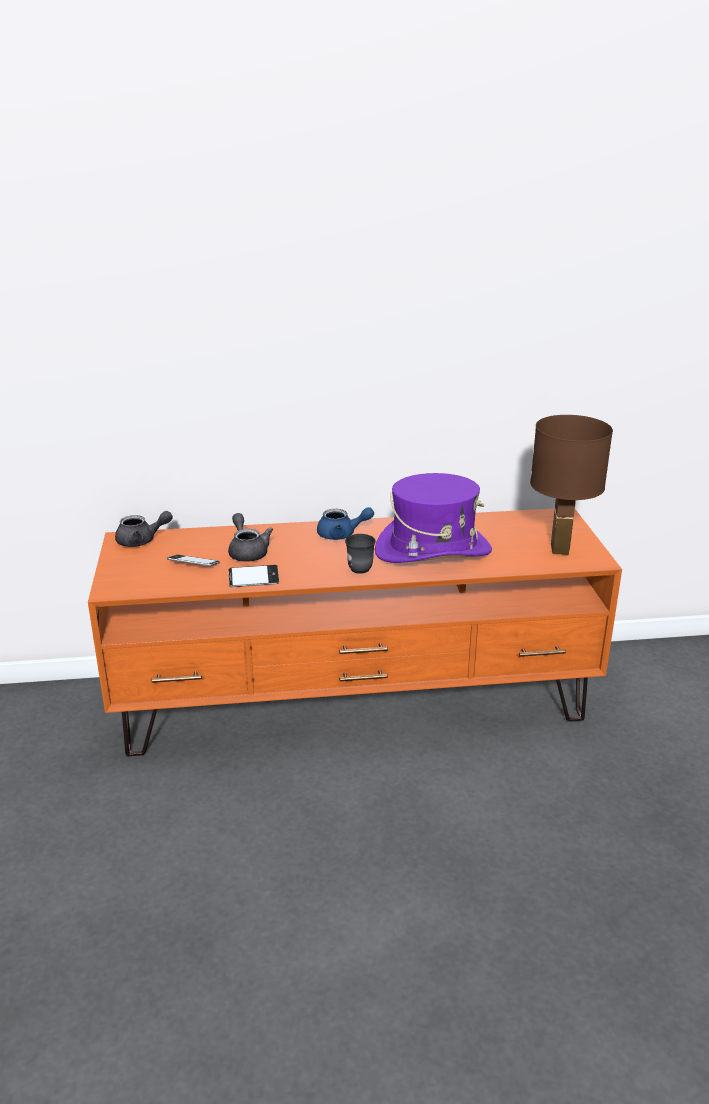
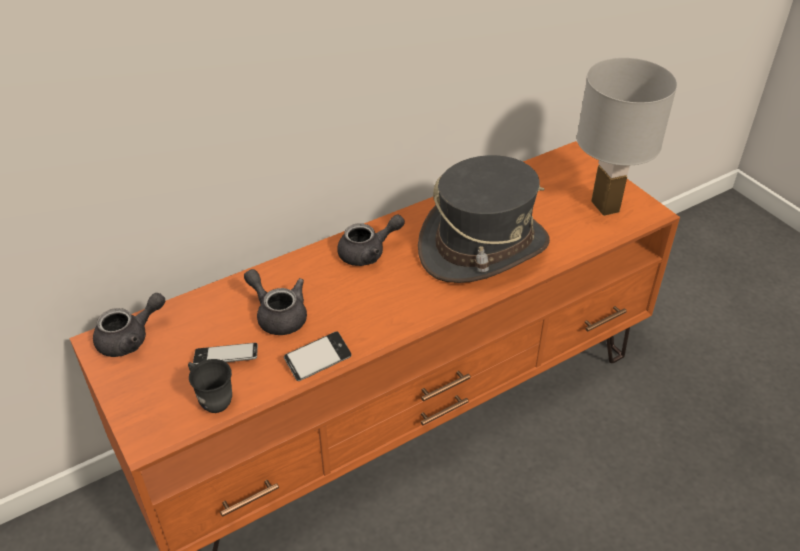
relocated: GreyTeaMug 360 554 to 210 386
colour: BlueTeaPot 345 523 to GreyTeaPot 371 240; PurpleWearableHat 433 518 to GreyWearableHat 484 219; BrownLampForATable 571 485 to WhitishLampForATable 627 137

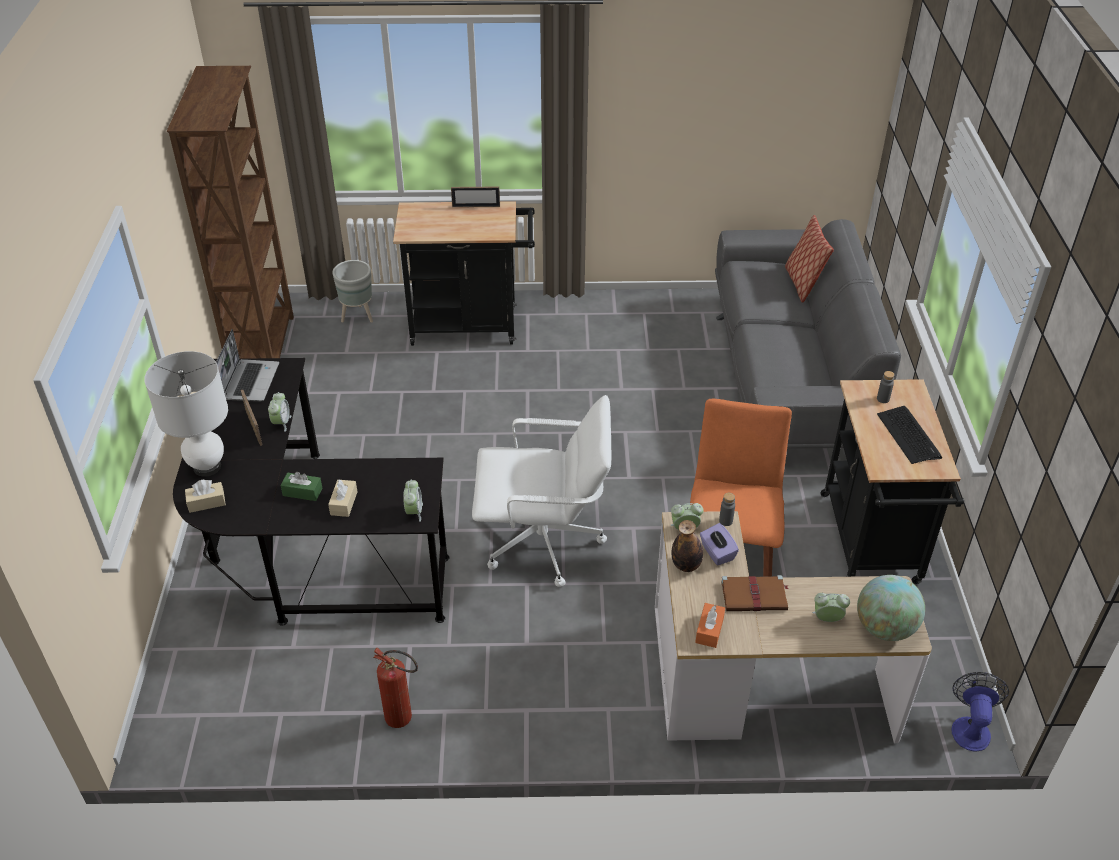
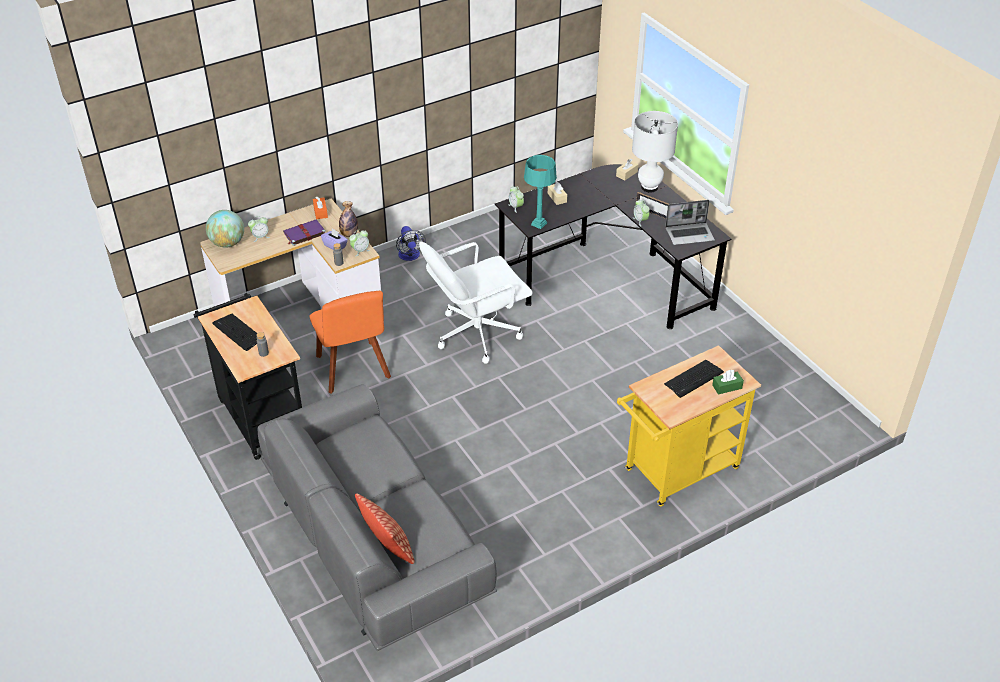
missing: BrownBookshelf 230 212; GreyPlanter 352 291; FireFightingCylinder 395 688; StandingFrame 475 196
appeared: BlueGreenLampForATable 540 192; PcKeyboard 694 379
relocated: GreenTissueBox 301 486 to 728 382; CoolingFan 980 711 to 411 243
colour: BlackWheeledCart 464 273 to YellowishWheeledCart 689 426; BrownBook 755 593 to PurpleBook 304 233
spun: PortableComputer 247 365 = 690 222 75 degrees counterclockwise

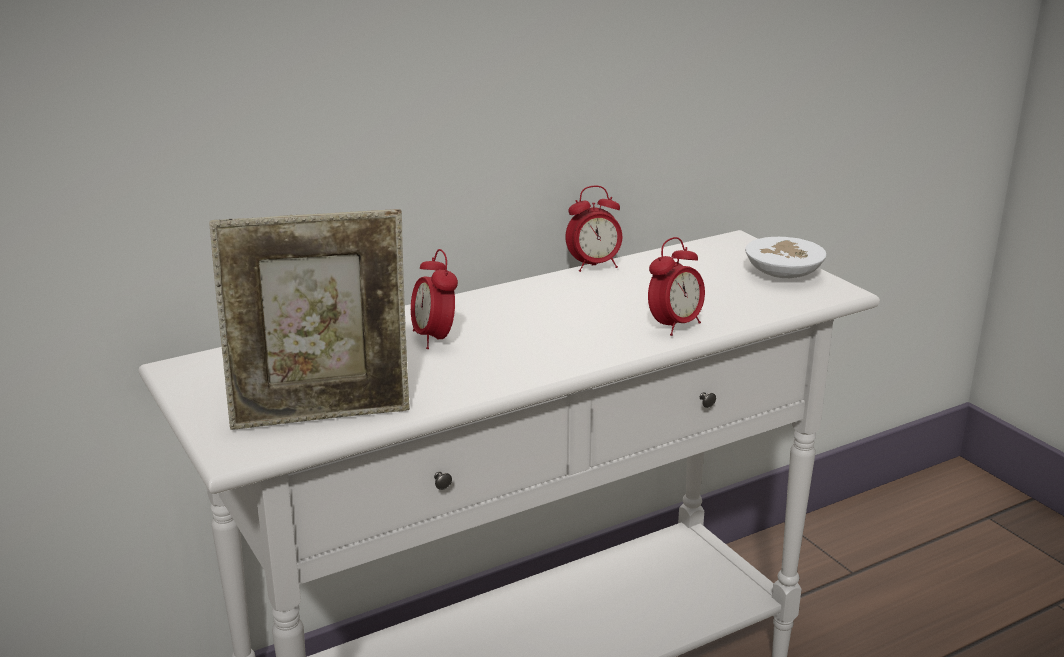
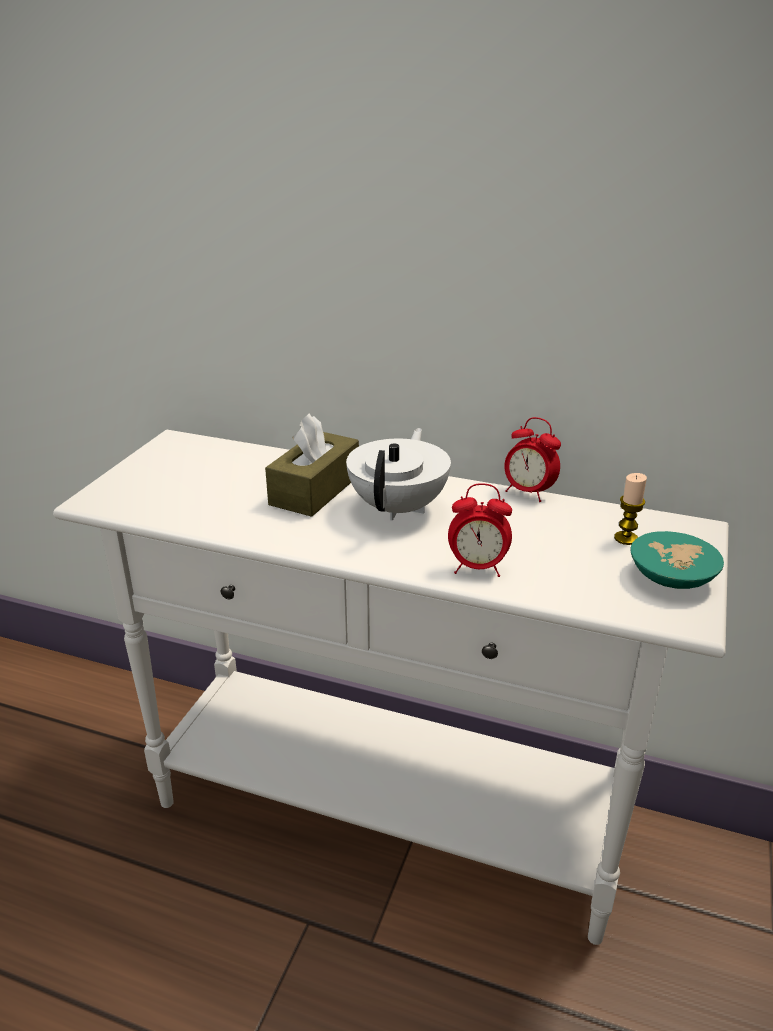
missing: StandingFrame 309 319
appeared: WhitishTeaPot 398 474; WaxLight 630 509
exchanged: AlarmClock 434 299 to BrownTissueBox 312 465
colour: WhitishDeepDish 785 257 to BlueGreenDeepDish 677 560

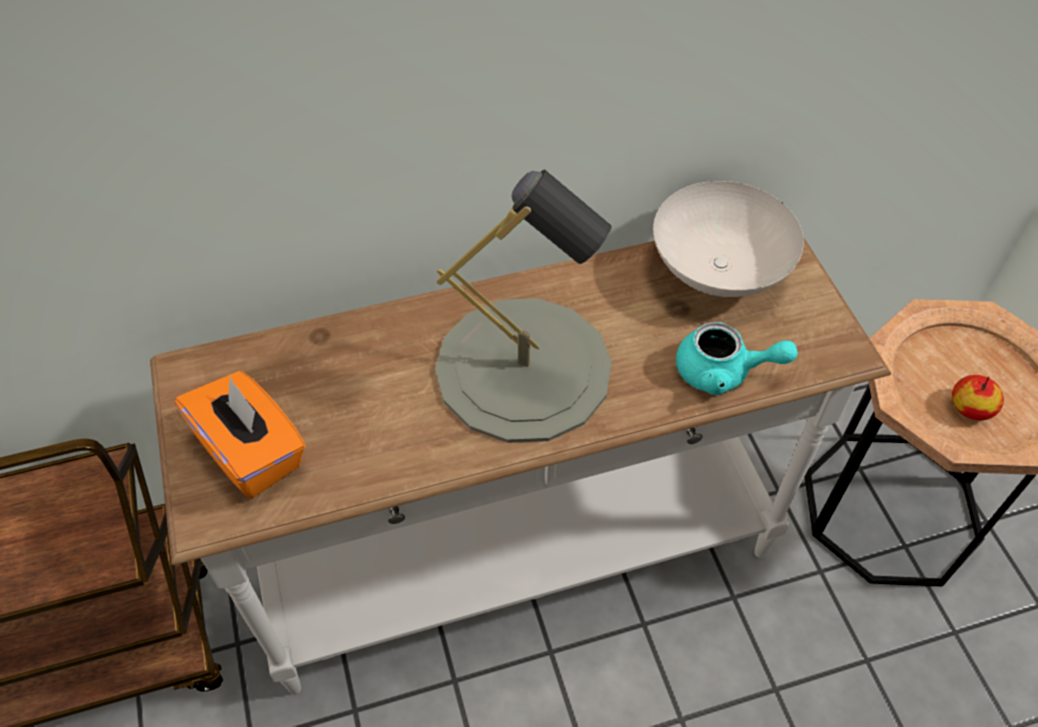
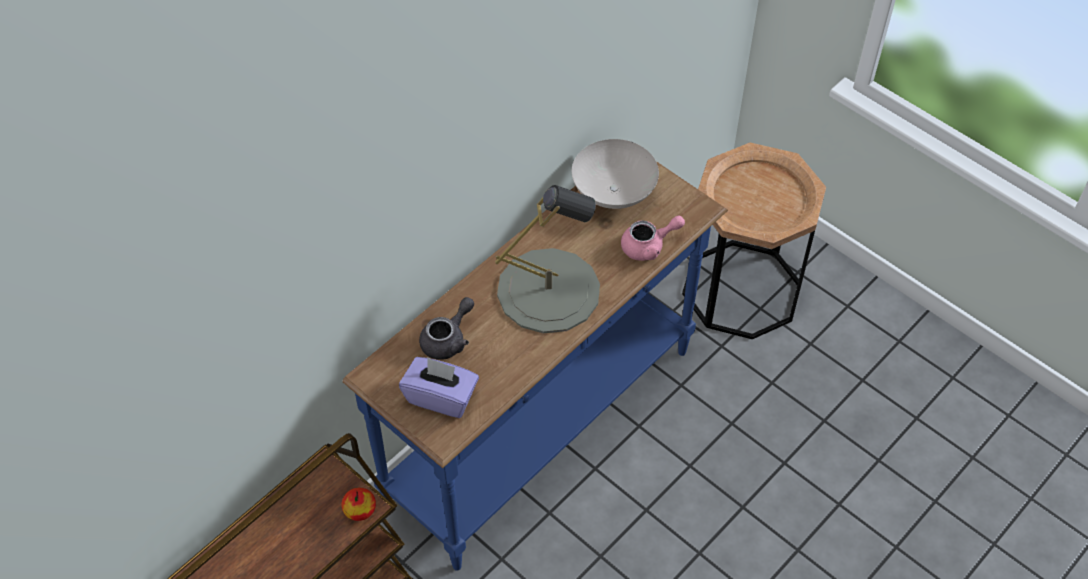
appeared: GreyTeaPot 446 328
relocated: WholeApple 978 397 to 359 504
colour: WhitishNarrowTable 520 466 to BlueNarrowTable 535 366; OrangeyTissueBox 240 434 to PurpleTissueBox 439 387; BlueGreenTeaPot 737 358 to PinkColouredTeaPot 653 238

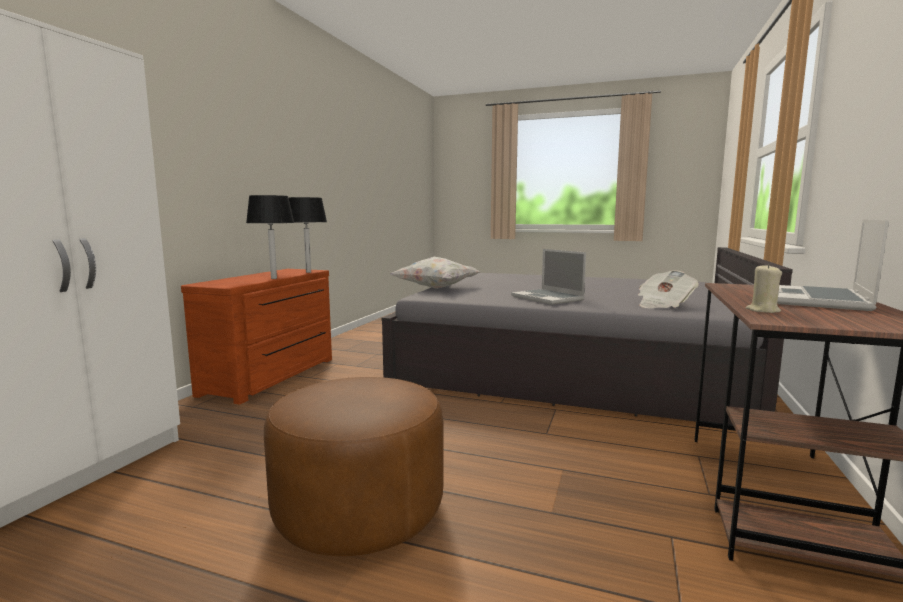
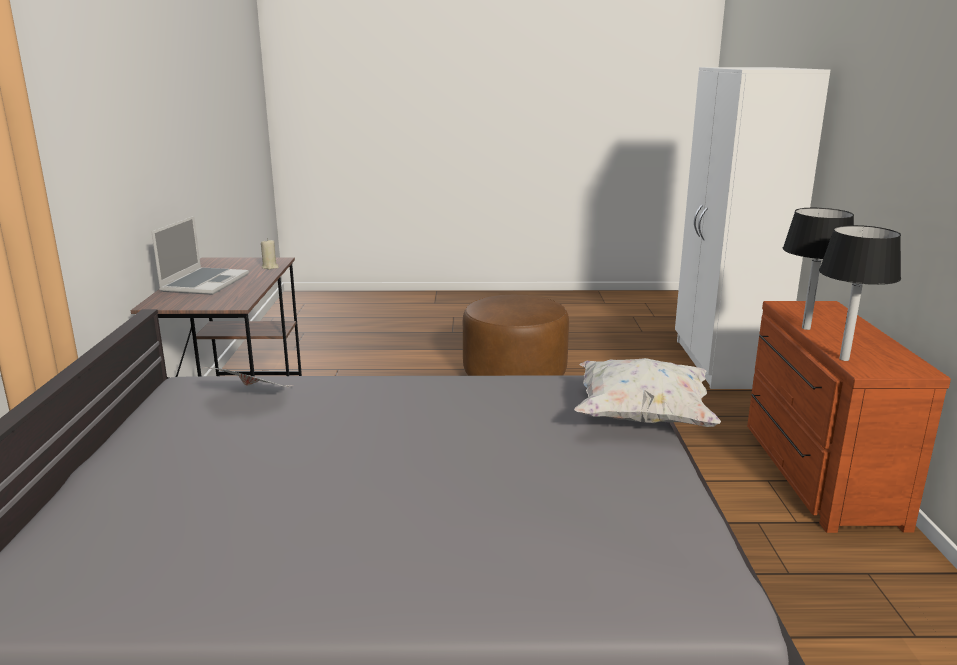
missing: PortableComputer 548 277

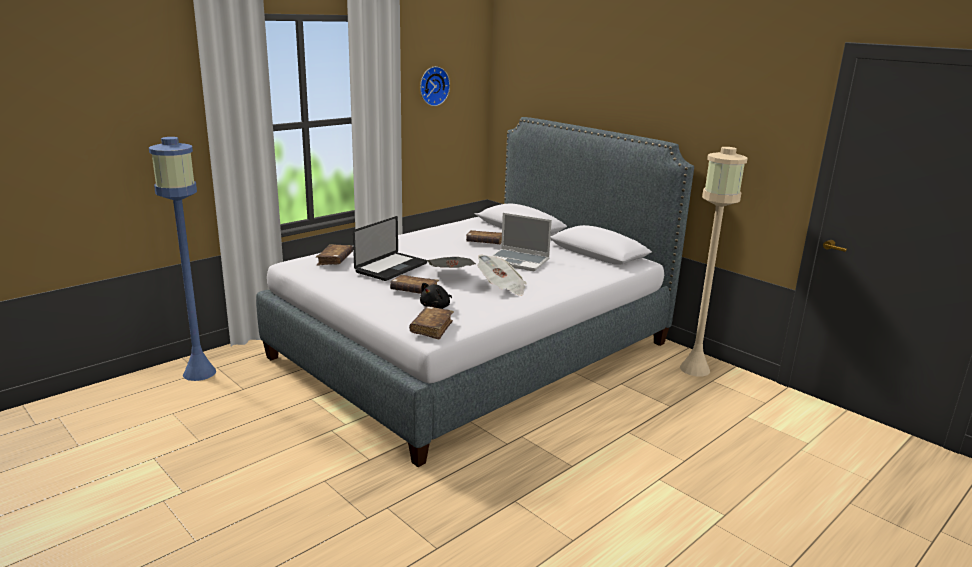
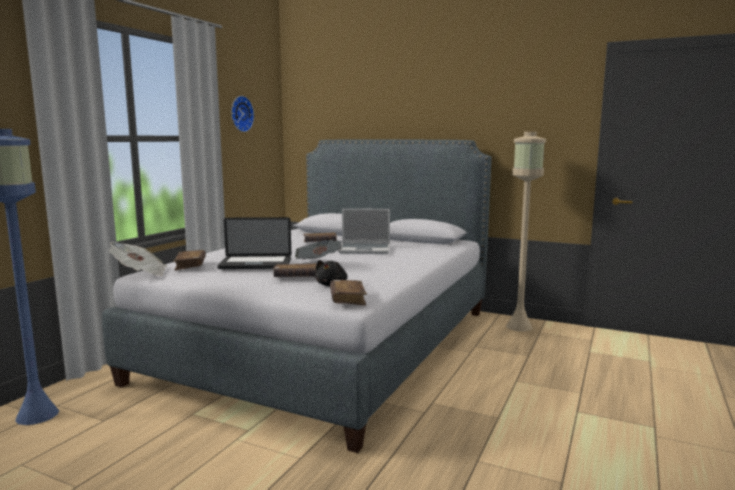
relocated: PrintedPaper 502 275 to 138 259
spun: PortableComputer 390 248 = 254 243 75 degrees clockwise

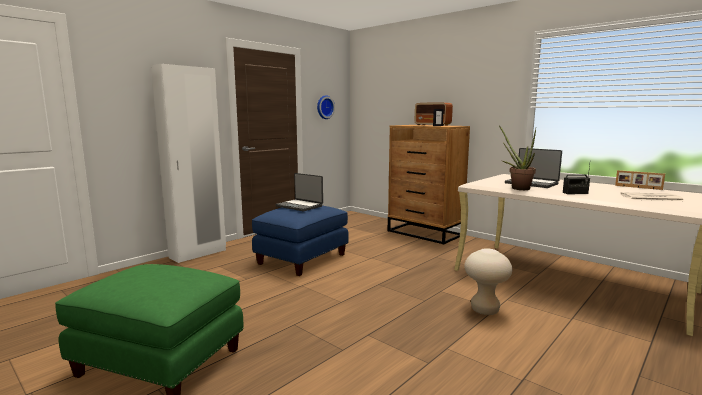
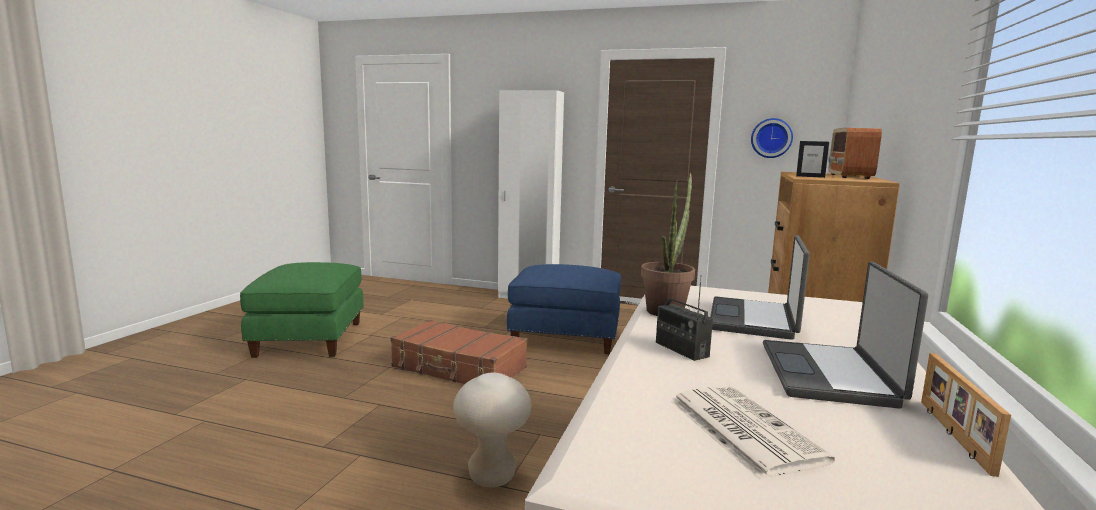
appeared: BrownTravelCase 458 352
relocated: PortableComputer 299 192 to 845 335

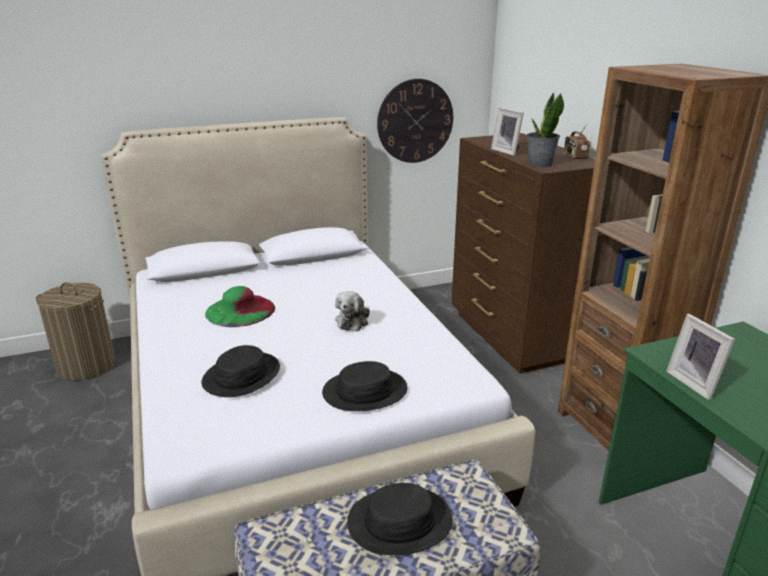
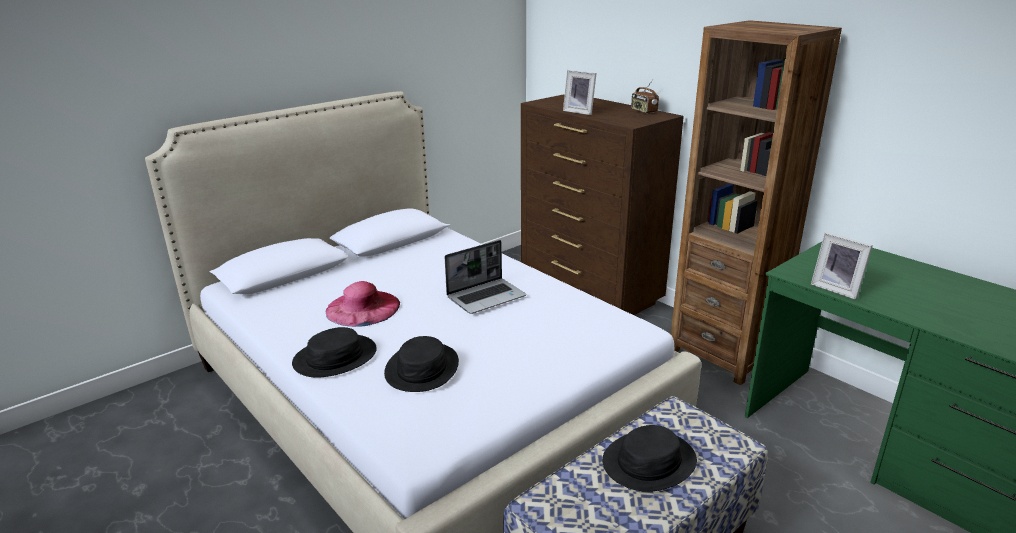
missing: LaundryBasket 75 331; ClockOnTheWall 415 121; PottedPlant 545 129
relocated: BlackWearableHat 364 386 to 334 352
exchanged: SoftToy 352 311 to PortableComputer 485 277
colour: GreenWearableHat 240 306 to PinkColouredWearableHat 363 304

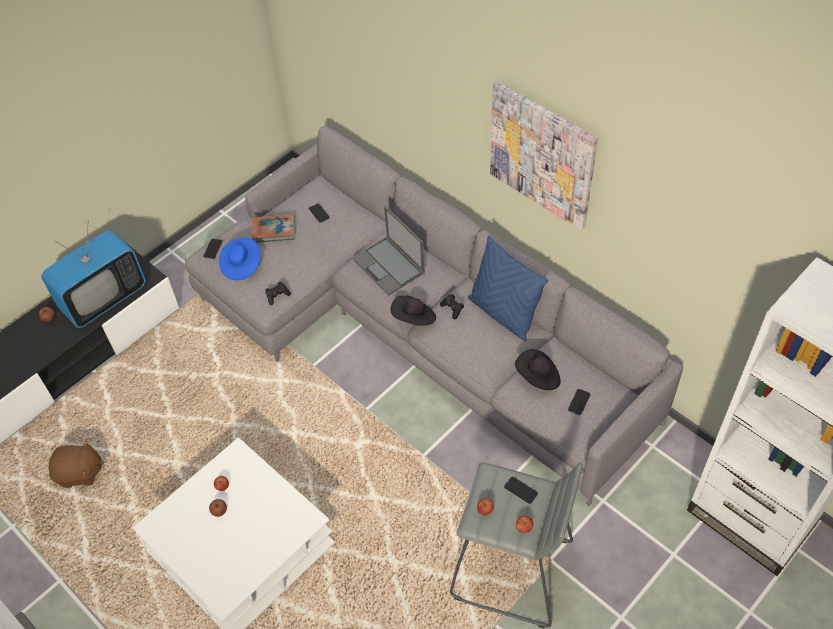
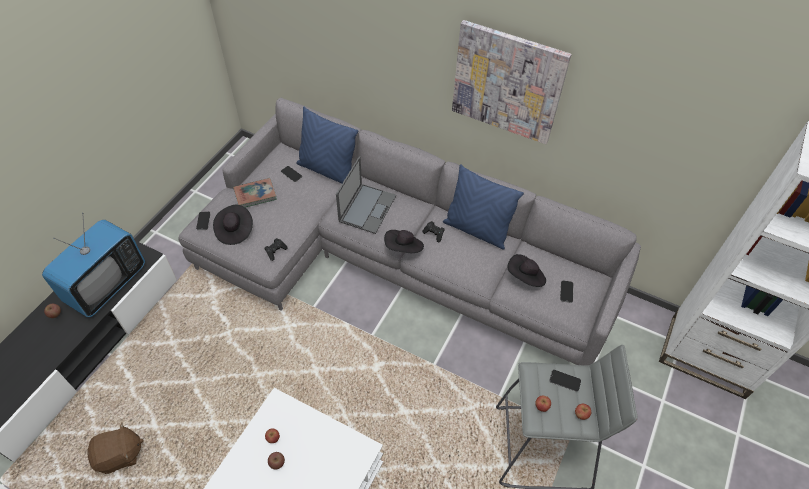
appeared: BlueCushion 327 145
colour: BlueWearableHat 240 258 to BlackWearableHat 233 225
spun: PortableComputer 388 251 = 366 195 105 degrees counterclockwise

